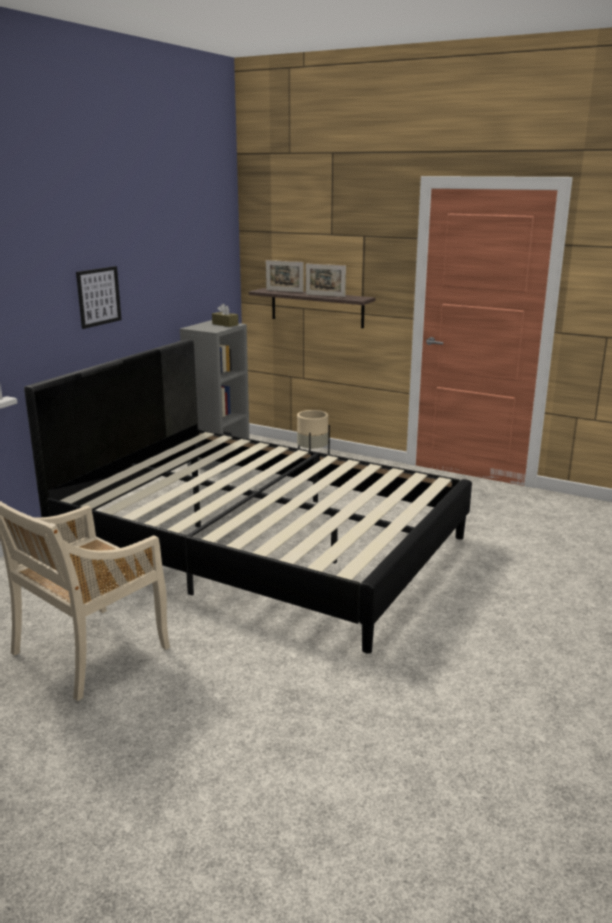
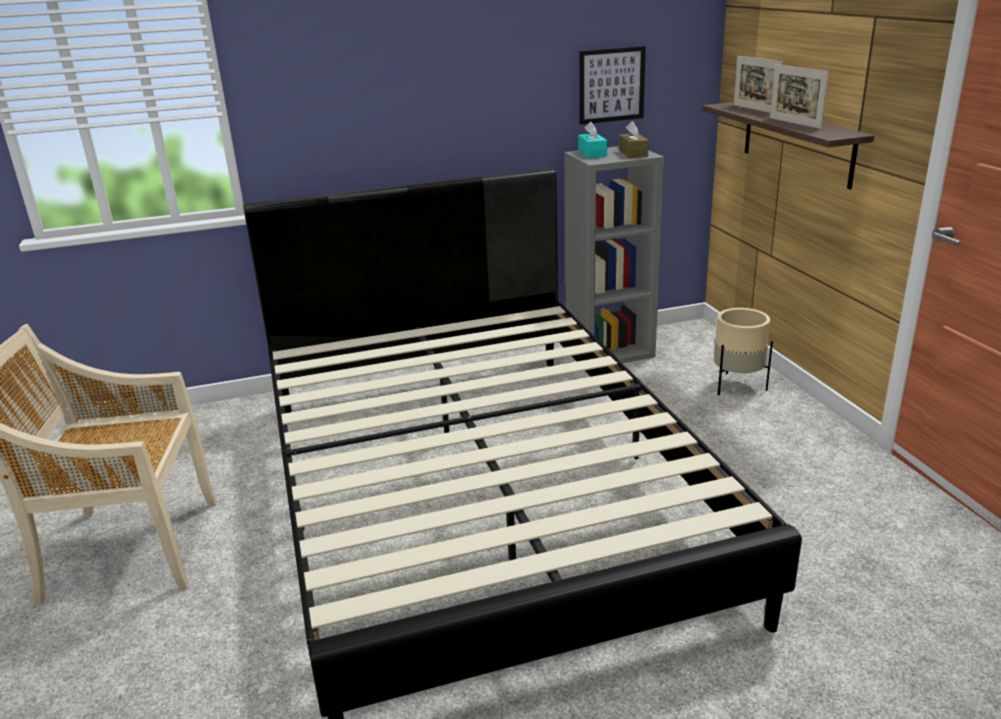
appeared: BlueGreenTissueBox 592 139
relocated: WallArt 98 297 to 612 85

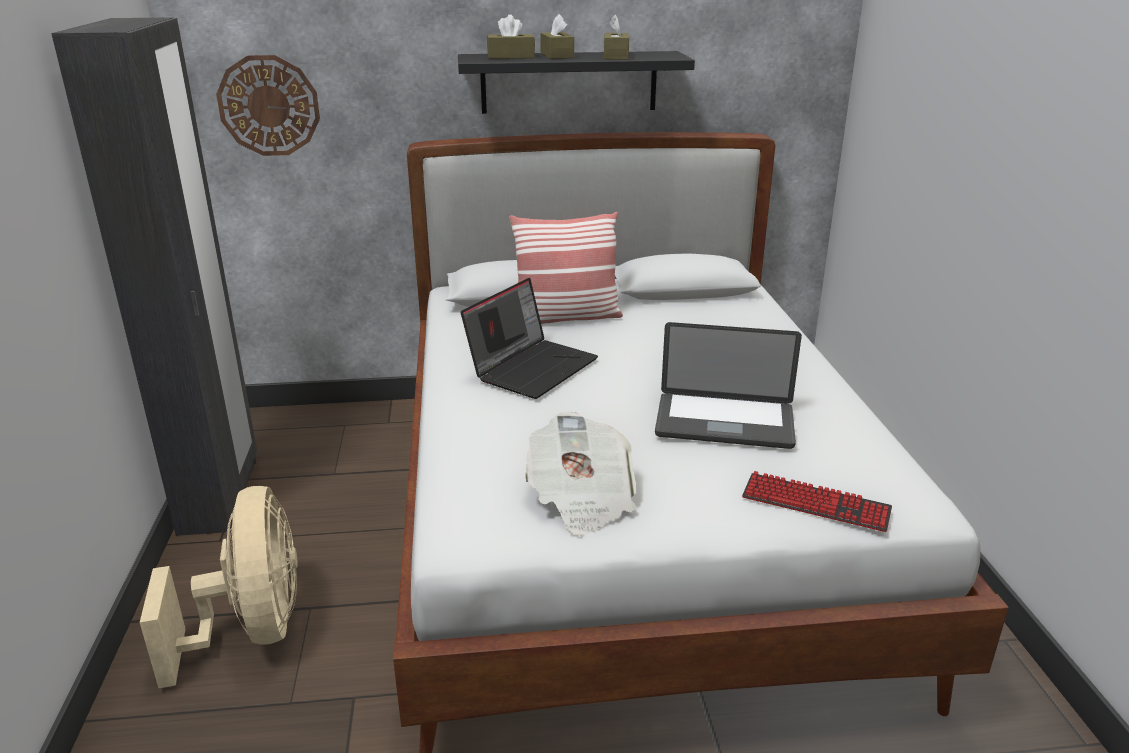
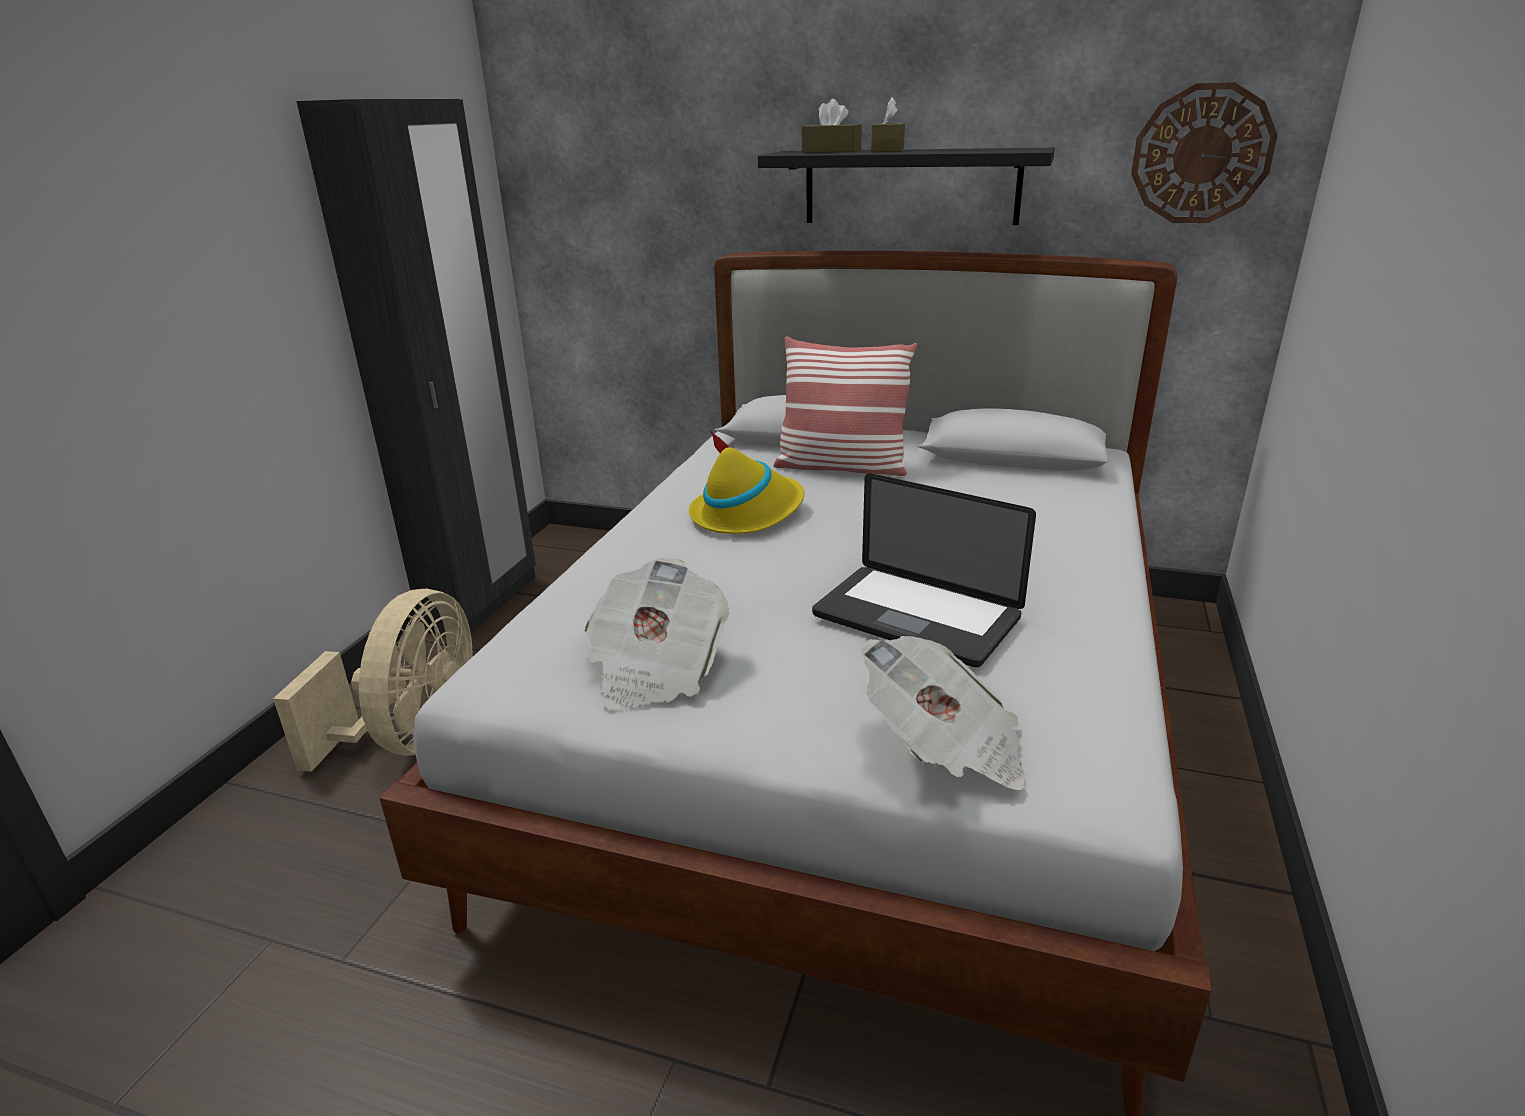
missing: BrownTissueBox 616 37
relocated: ClockOnTheWall 268 105 to 1204 152
exchanged: PortableComputer 529 338 to YellowishWearableHat 746 482; PcKeyboard 817 501 to PrintedPaper 943 713

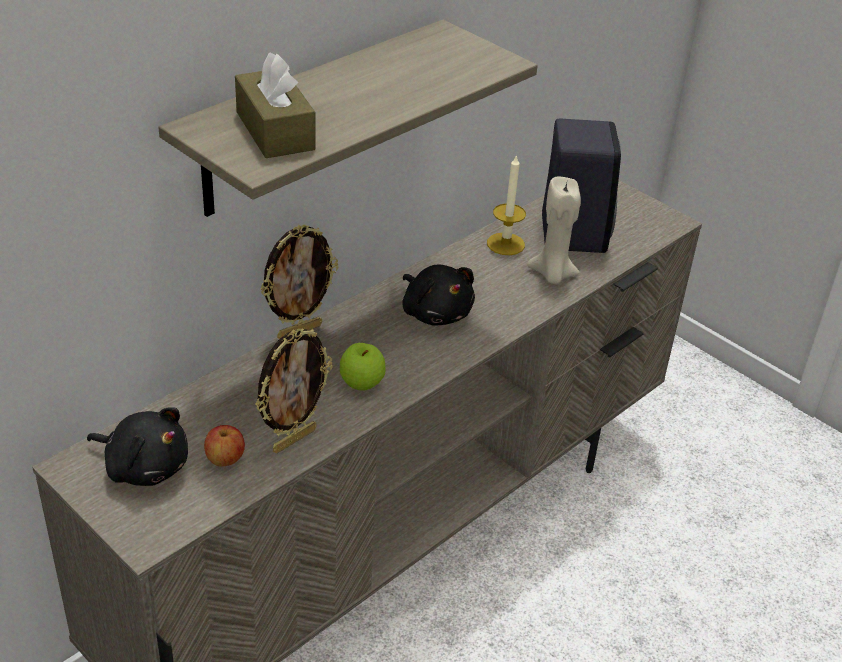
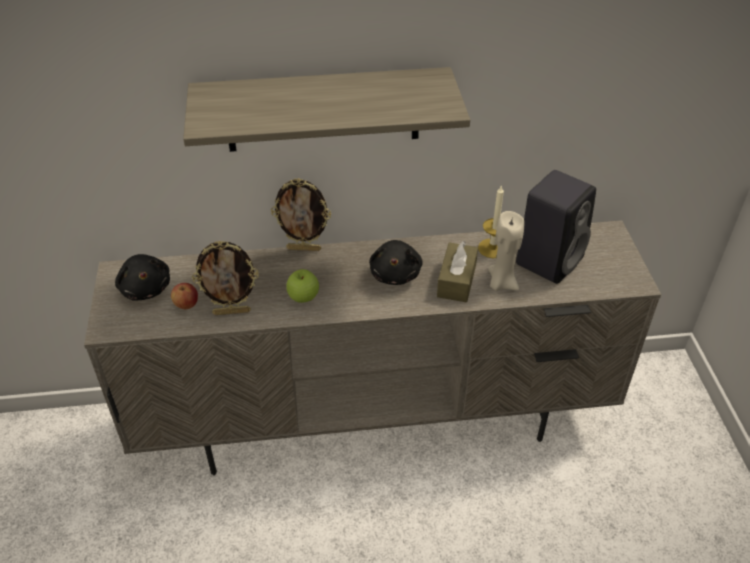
relocated: BrownTissueBox 275 105 to 457 272

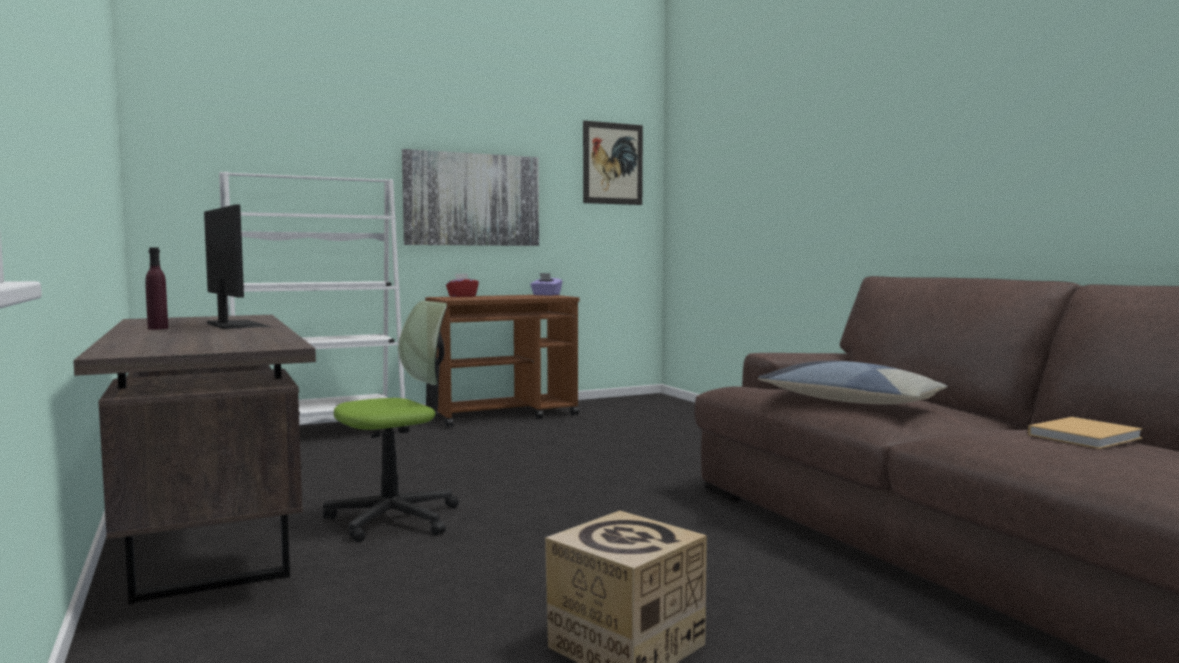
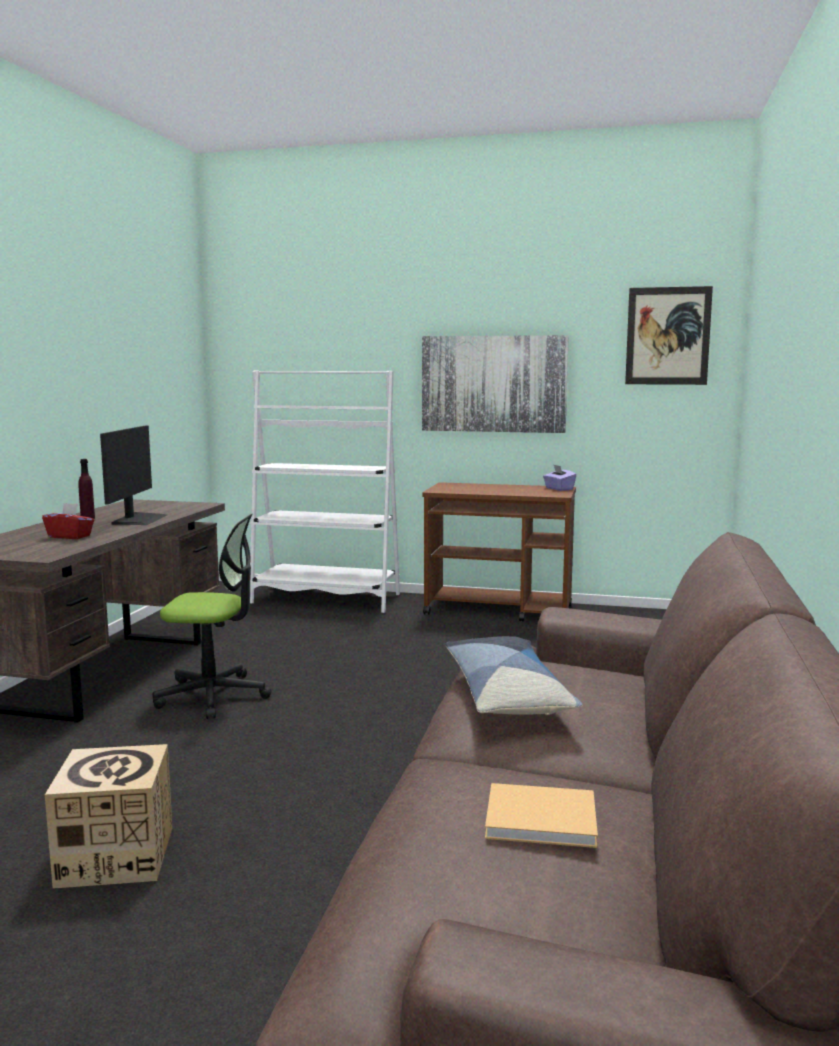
relocated: RedTissueBox 462 285 to 68 521

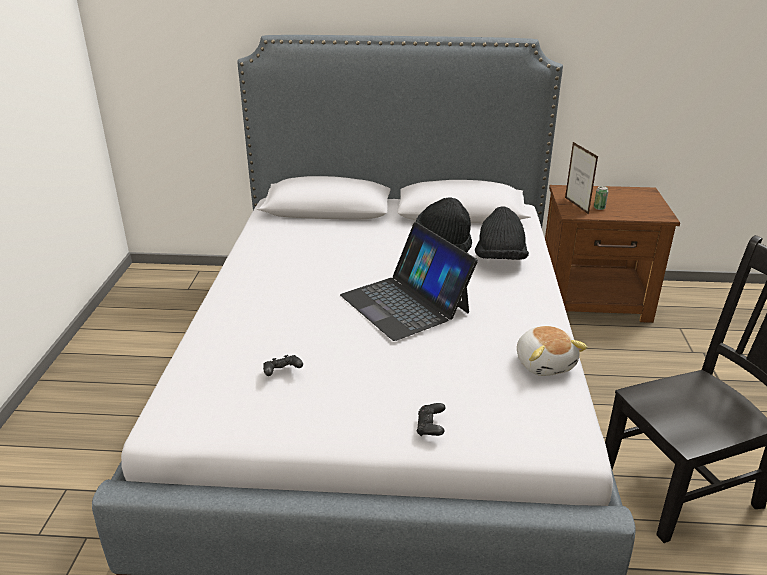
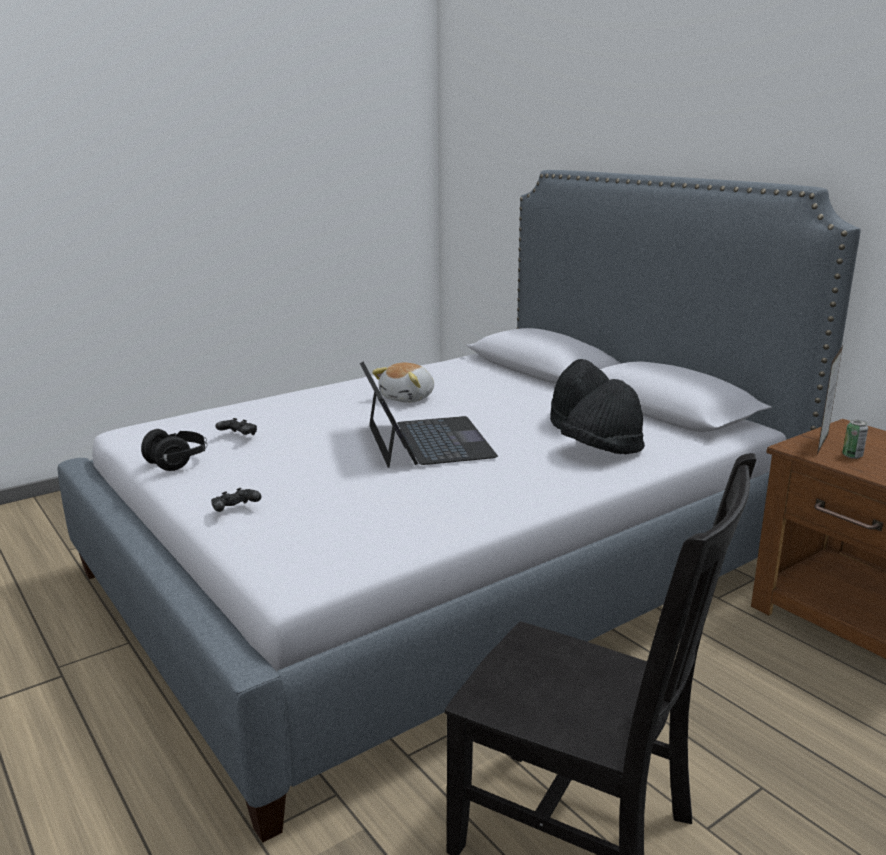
appeared: BlackPairOfHeadphones 174 450
relocated: SoftToy 552 351 to 403 382
spun: PortableComputer 409 281 = 429 415 150 degrees clockwise

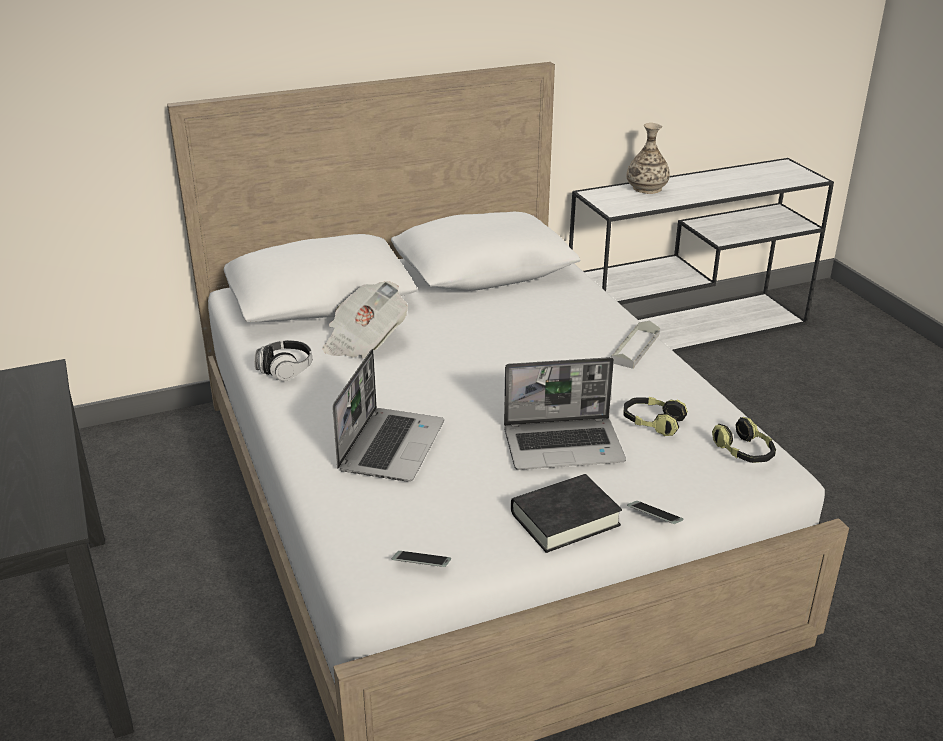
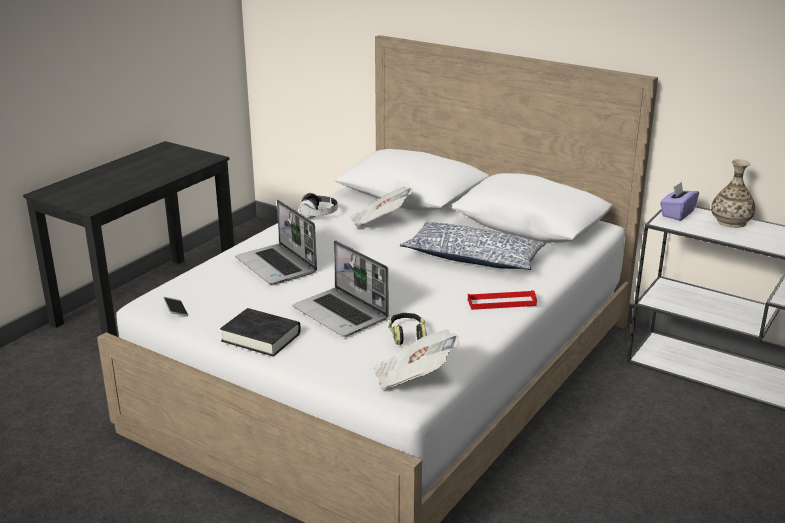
missing: Phone 655 512
appeared: Cushion 473 246; PurpleTissueBox 679 201
exchanged: PairOfHeadphones 744 440 to PrintedPaper 416 359
colour: GreyTray 635 345 to RedTray 502 300
spun: PortableComputer 388 415 = 276 242 75 degrees clockwise

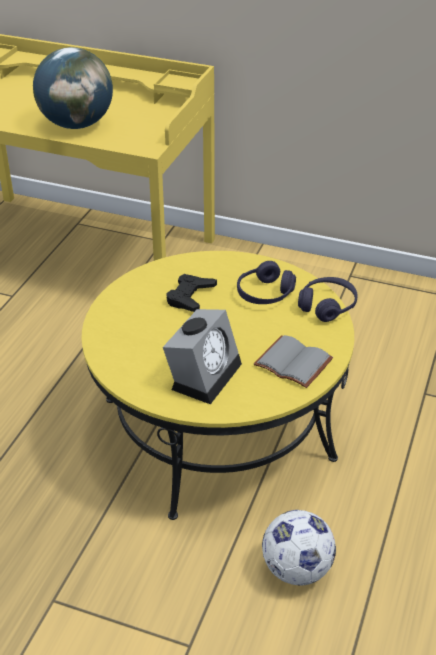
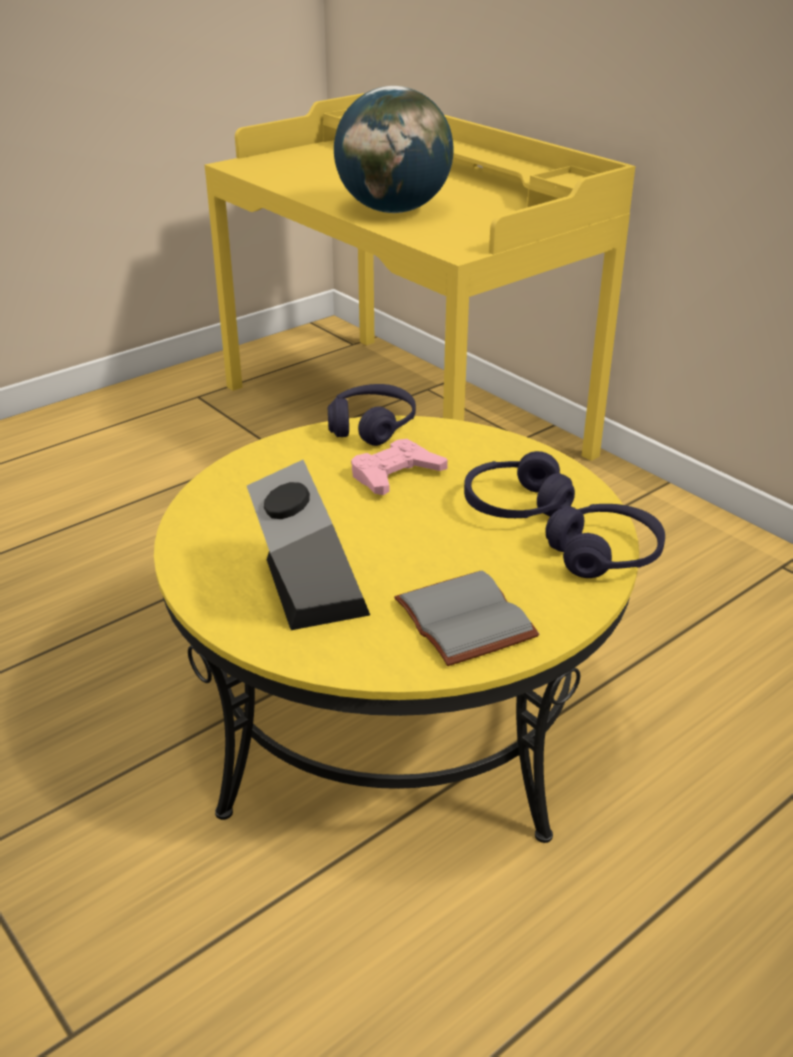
missing: FootballBall 299 547
appeared: PurplePairOfHeadphones 372 415
colour: BlackJoypad 191 293 to PinkColouredJoypad 399 467
spun: AlarmClock 202 356 = 308 545 75 degrees counterclockwise

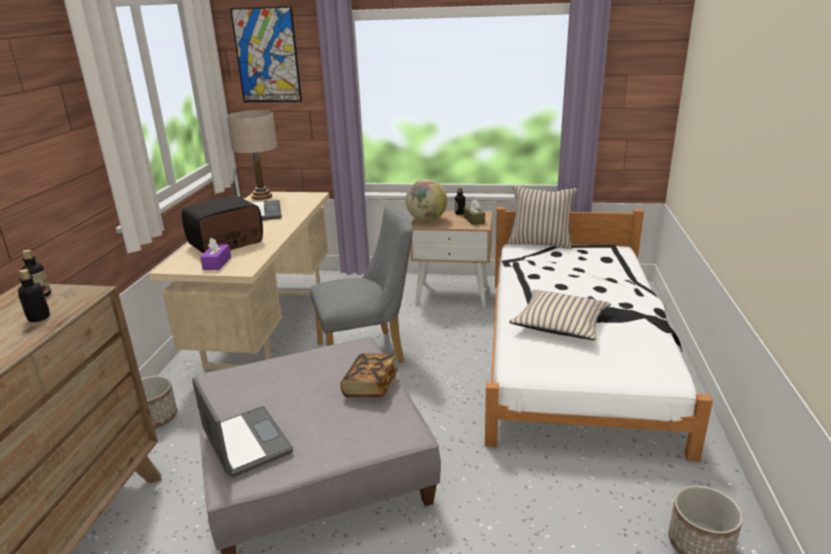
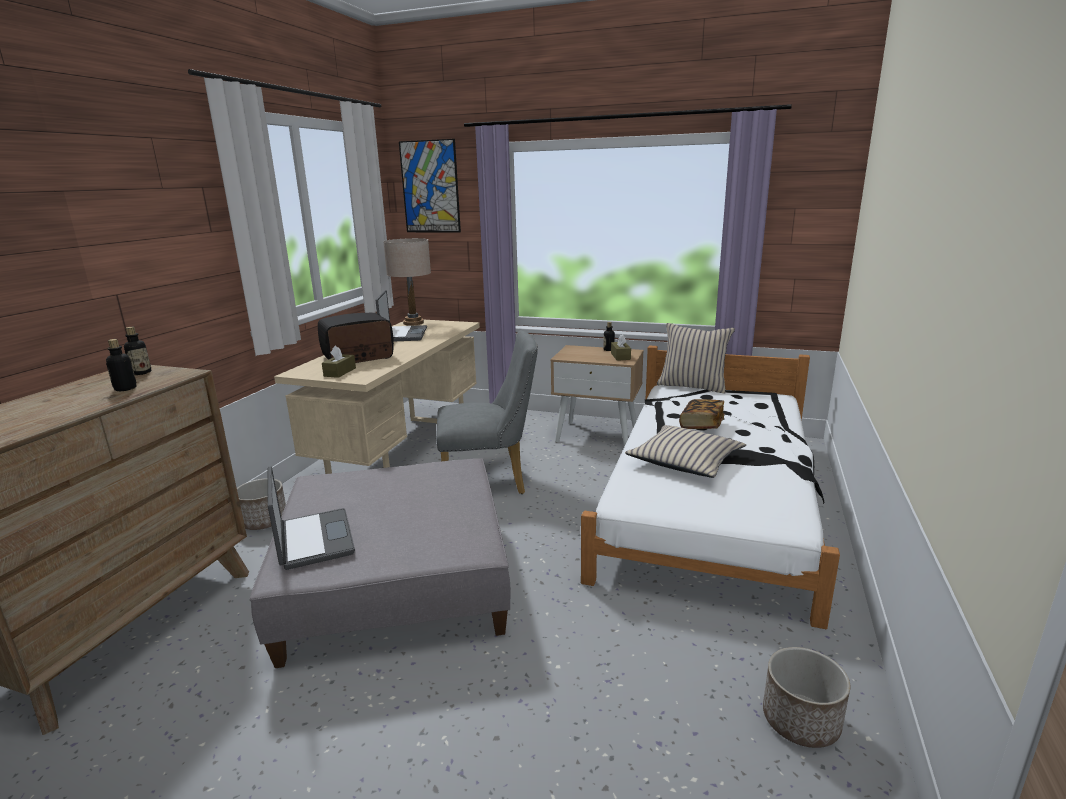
missing: Globe 426 200
relocated: Book 369 375 to 702 414
colour: PurpleTissueBox 215 253 to BrownTissueBox 339 361

